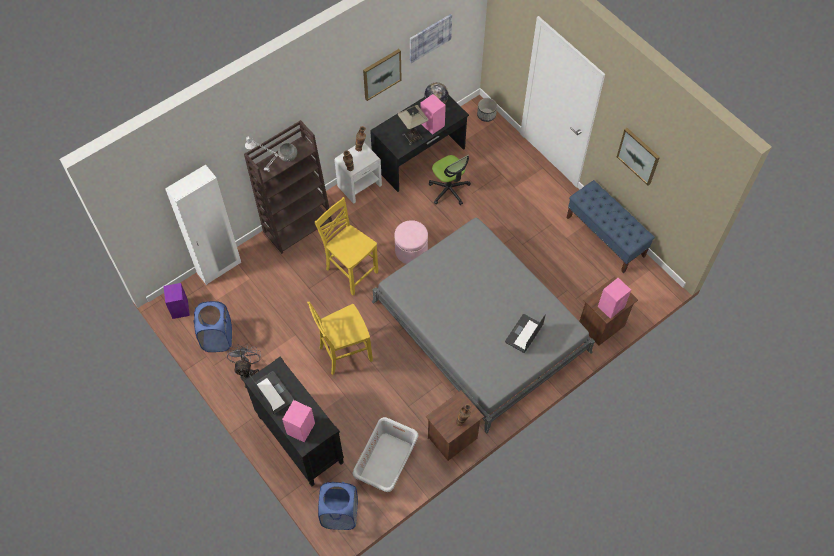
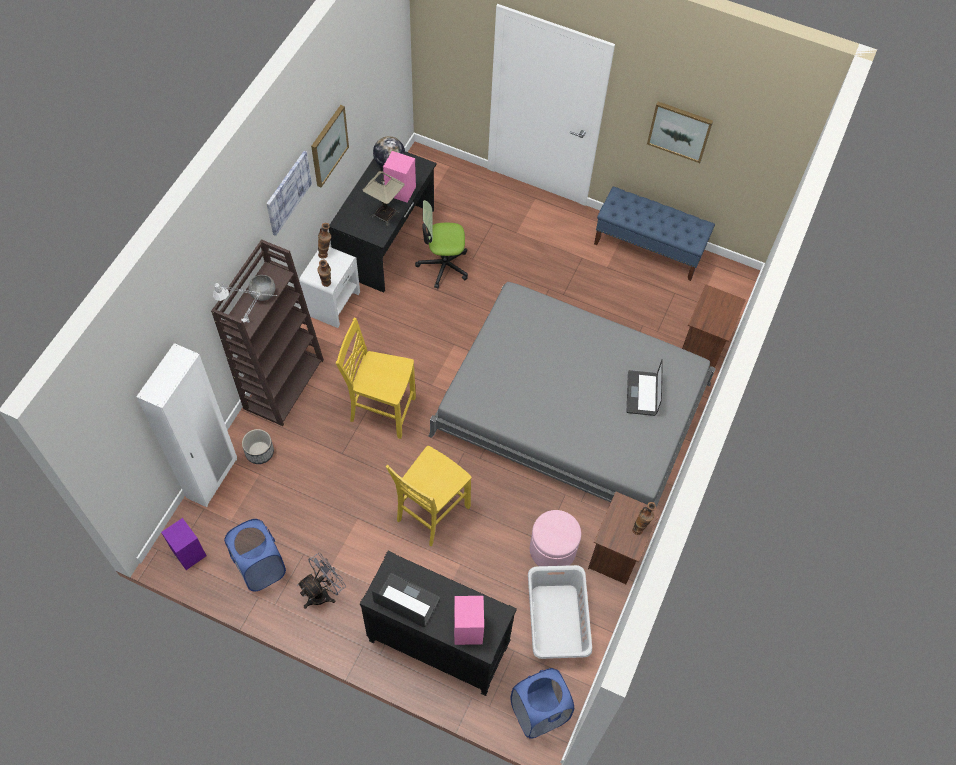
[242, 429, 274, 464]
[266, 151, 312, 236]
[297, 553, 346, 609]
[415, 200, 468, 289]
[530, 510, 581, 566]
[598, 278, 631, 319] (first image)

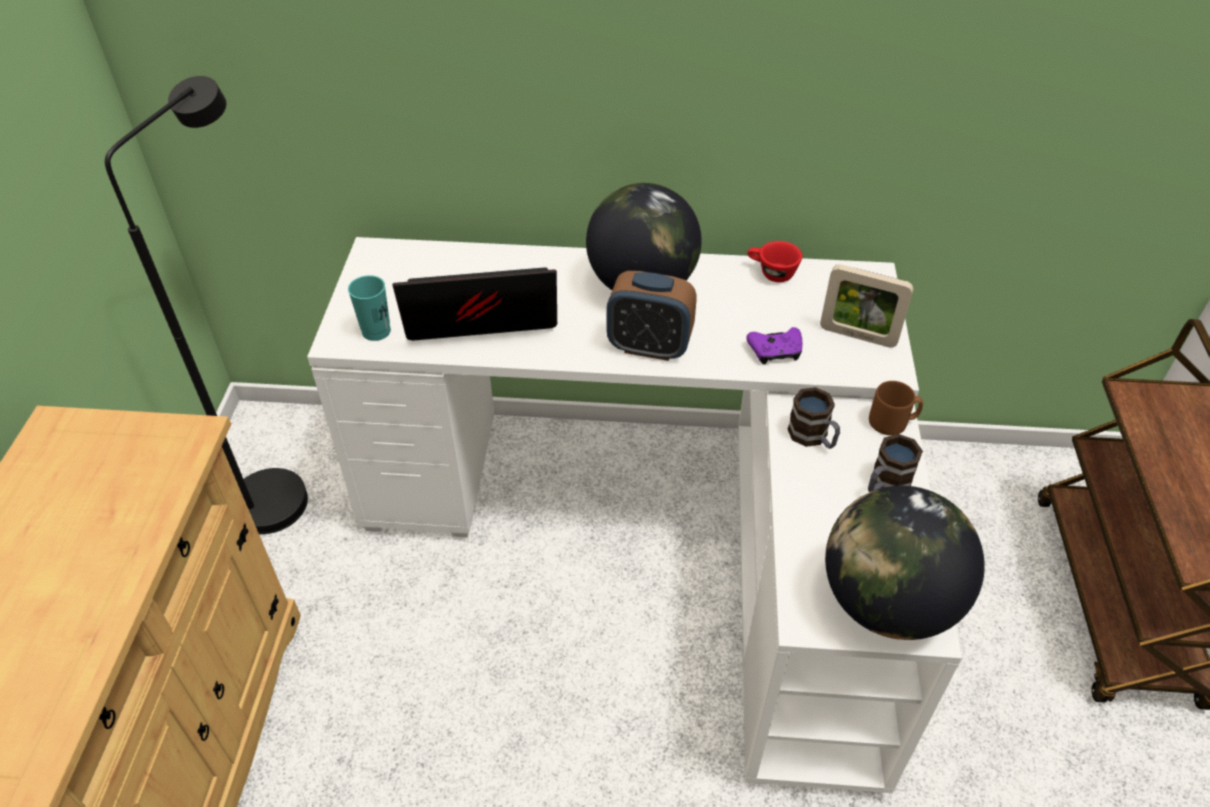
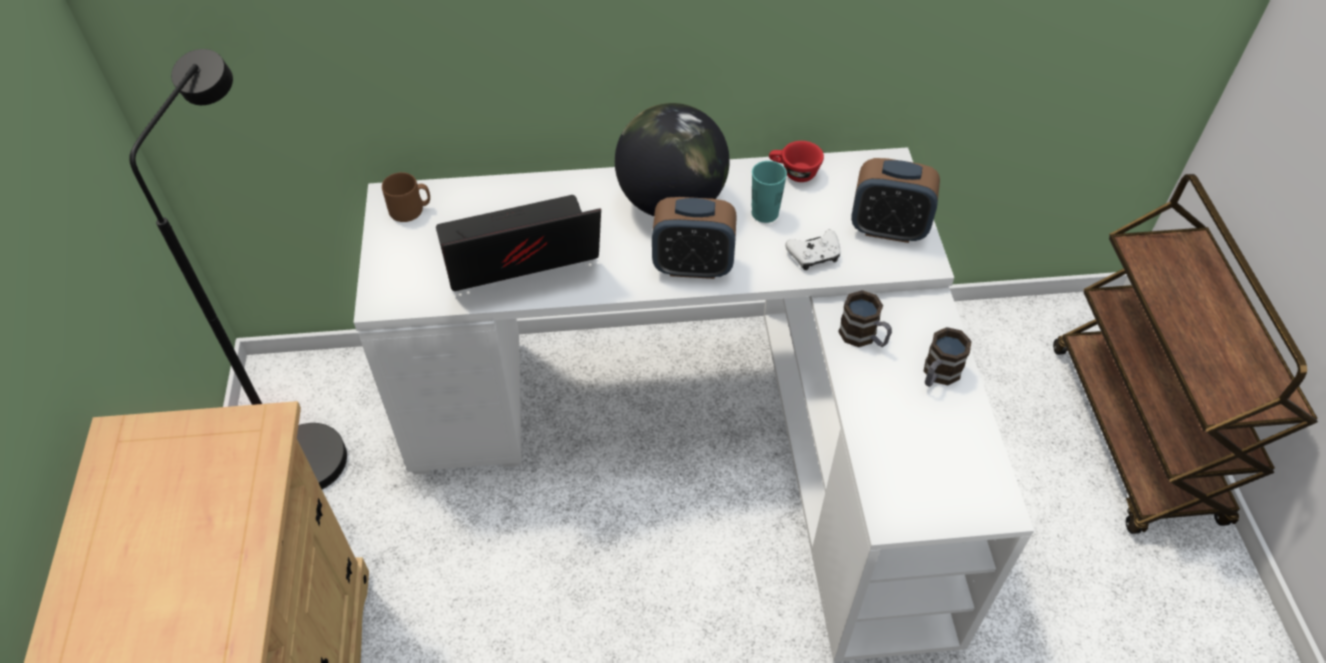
[382, 172, 430, 222]
[752, 161, 787, 223]
[785, 230, 841, 270]
[851, 158, 940, 243]
[825, 486, 985, 640] (first image)

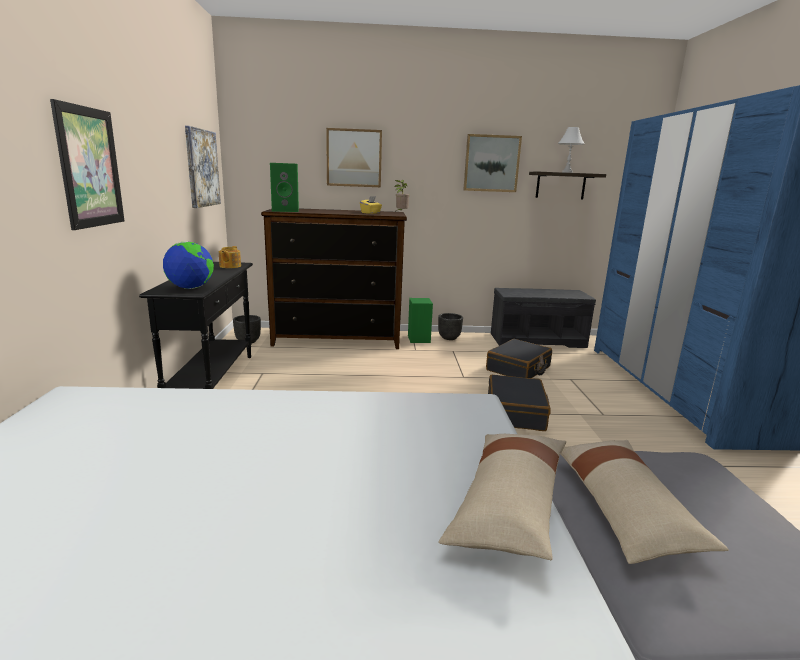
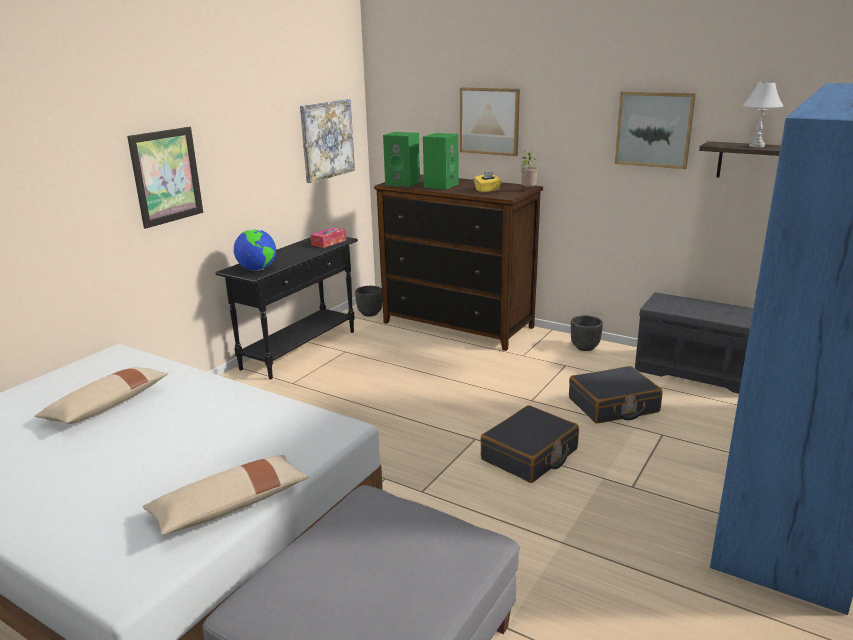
[34, 367, 169, 424]
[311, 227, 346, 248]
[423, 133, 459, 190]

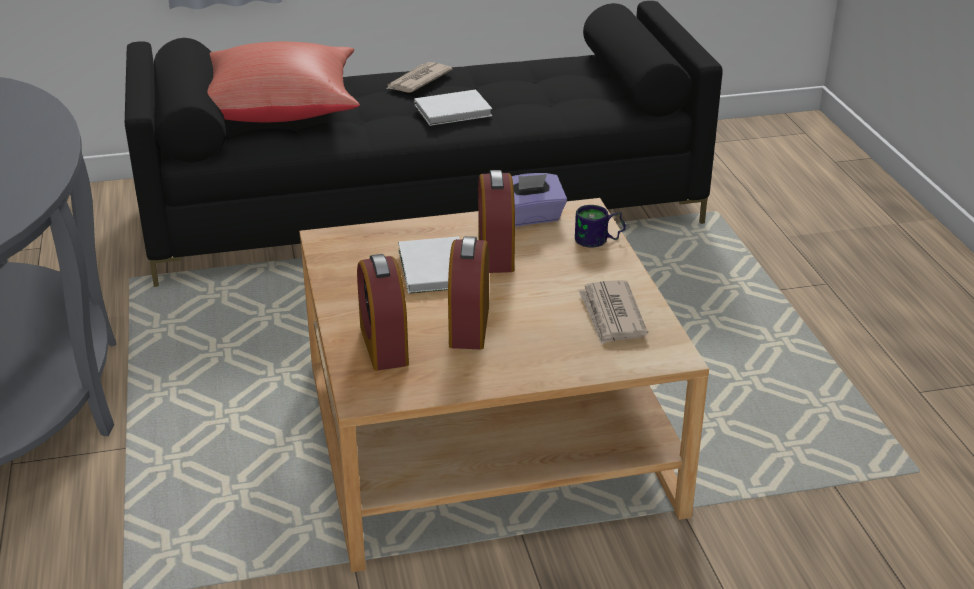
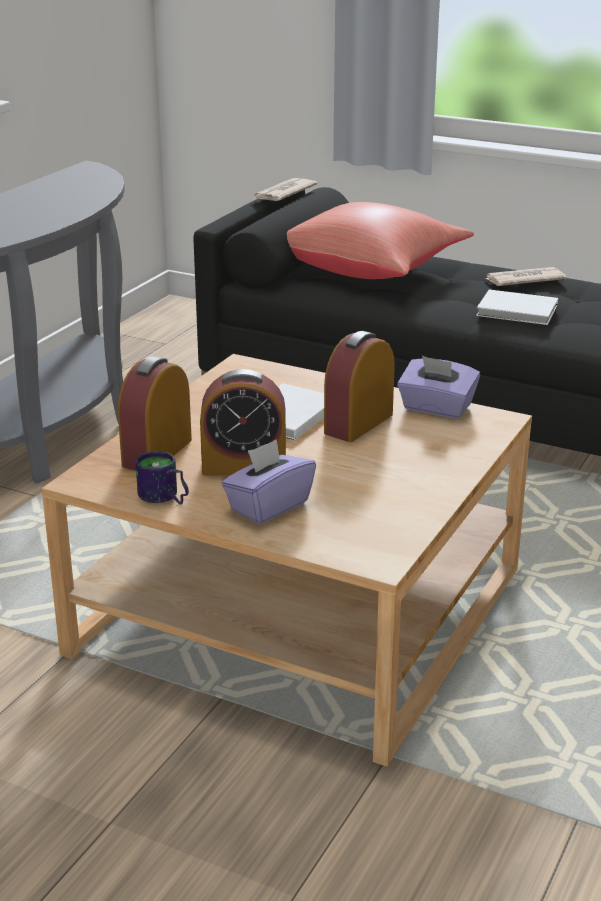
[136, 451, 189, 504]
[200, 369, 286, 475]
[221, 439, 316, 524]
[254, 178, 318, 201]

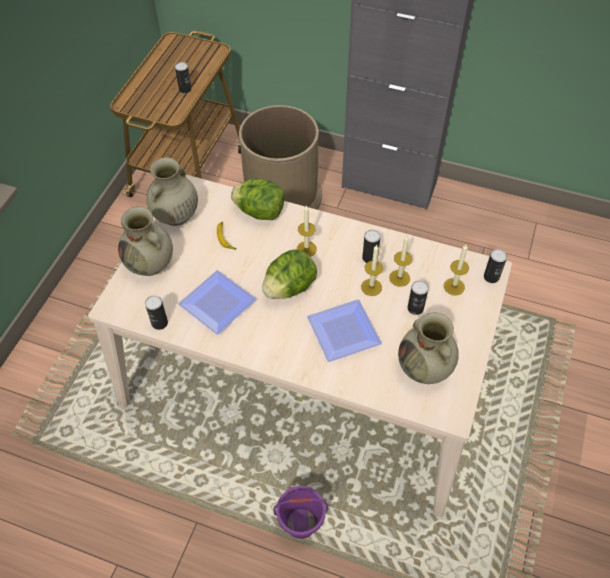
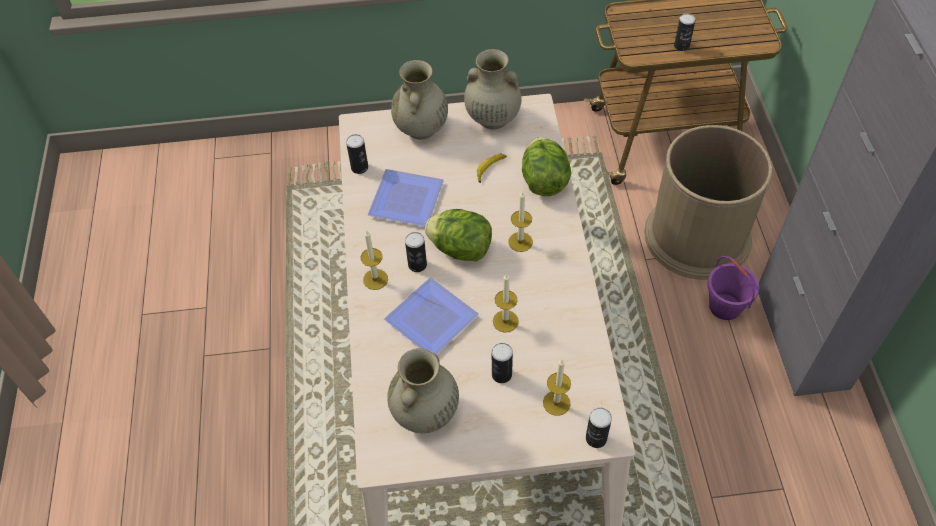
[361, 230, 388, 290]
[405, 232, 427, 272]
[707, 256, 759, 320]

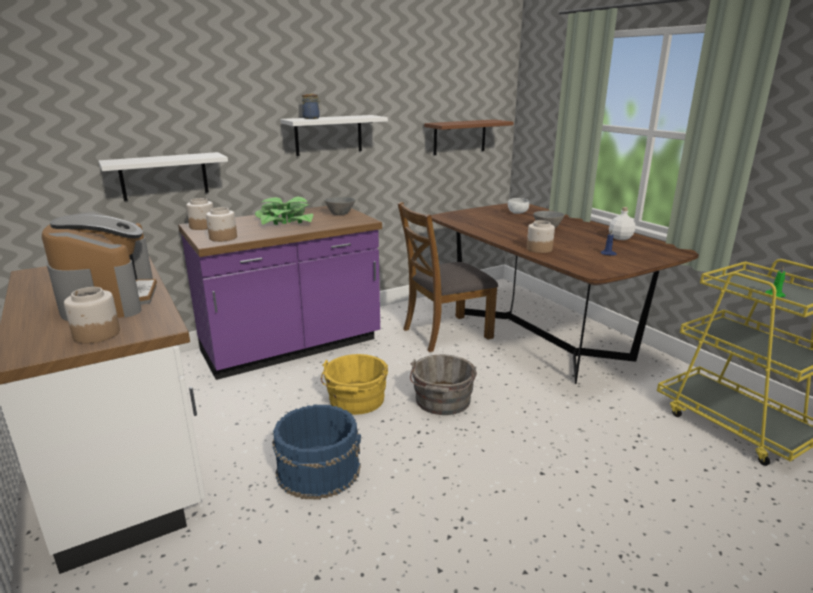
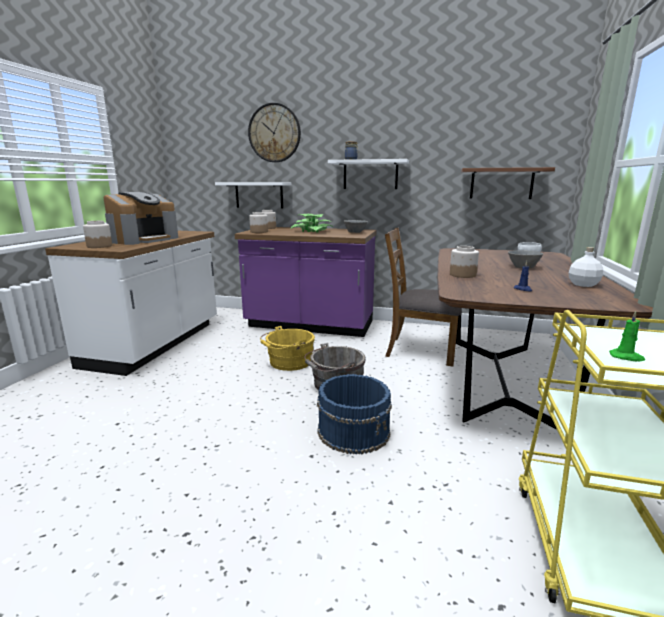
[248, 103, 301, 162]
[317, 374, 392, 454]

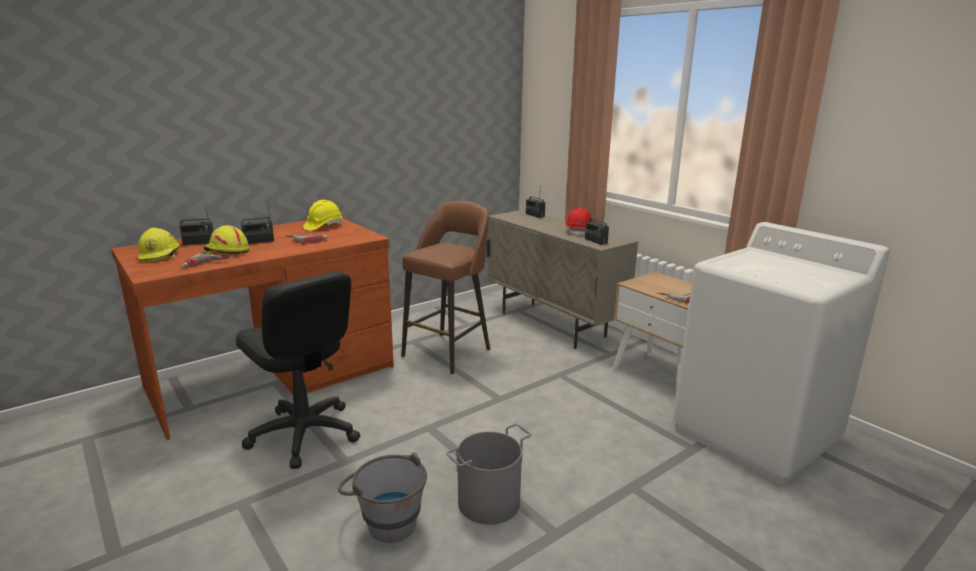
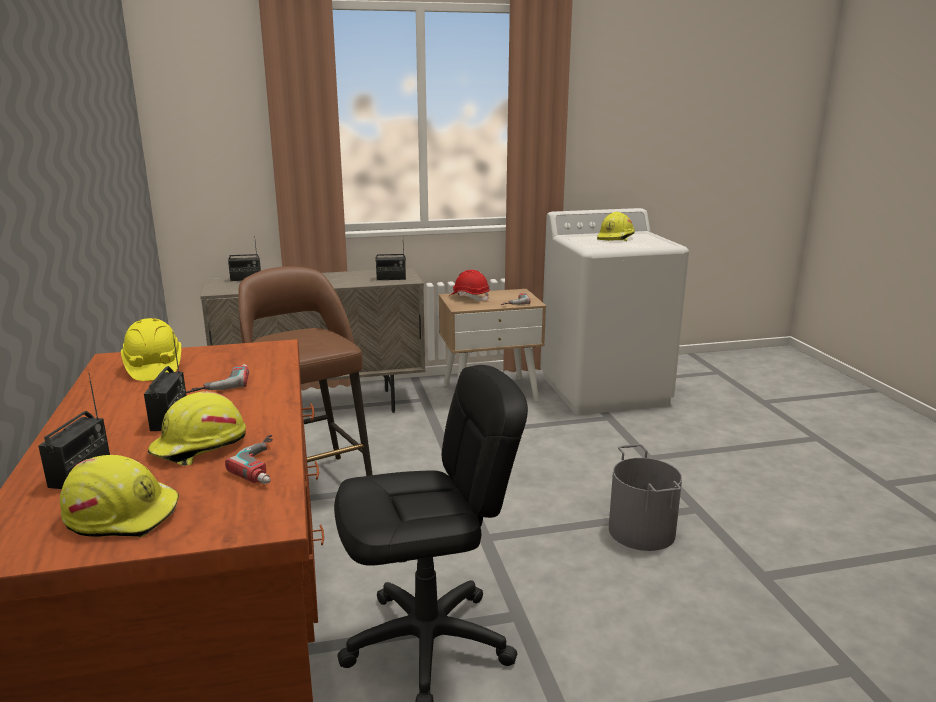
[449, 270, 490, 301]
[597, 212, 635, 241]
[338, 452, 427, 543] (first image)

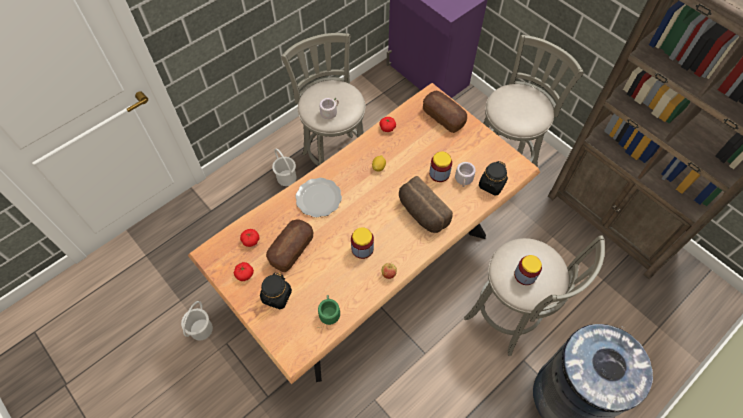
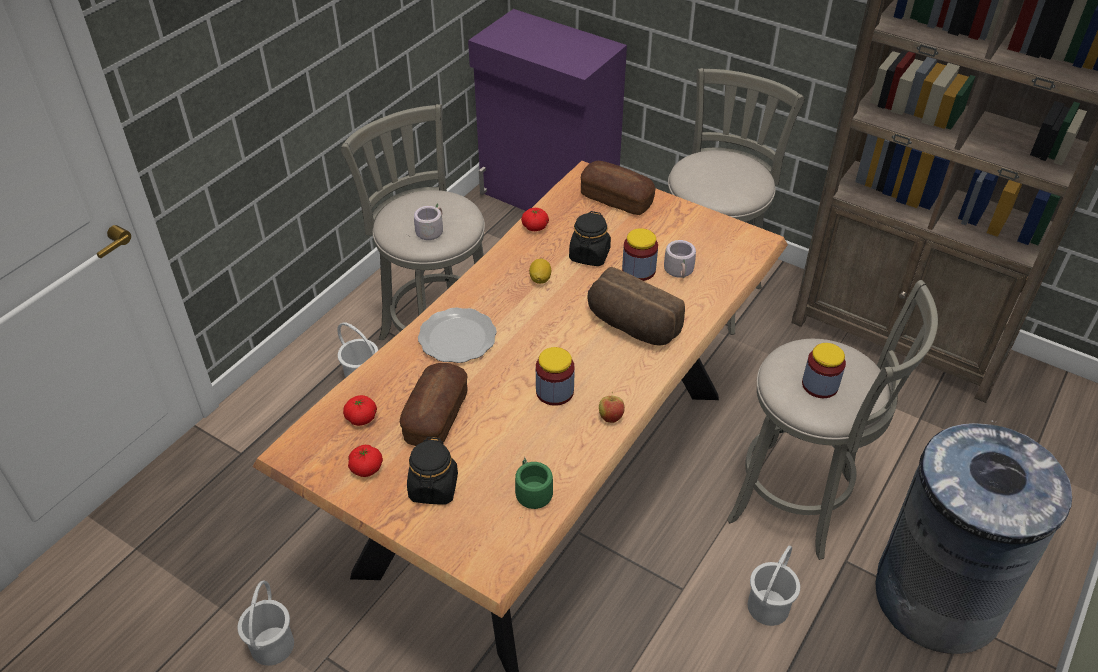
[569, 211, 611, 266]
[748, 546, 800, 626]

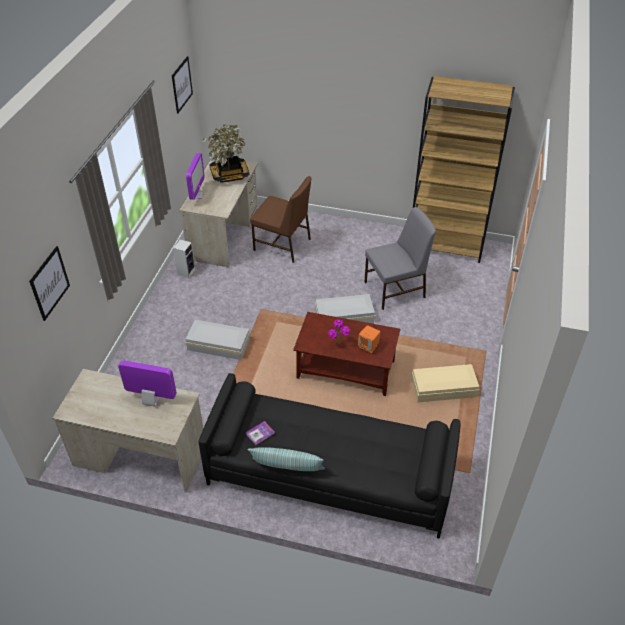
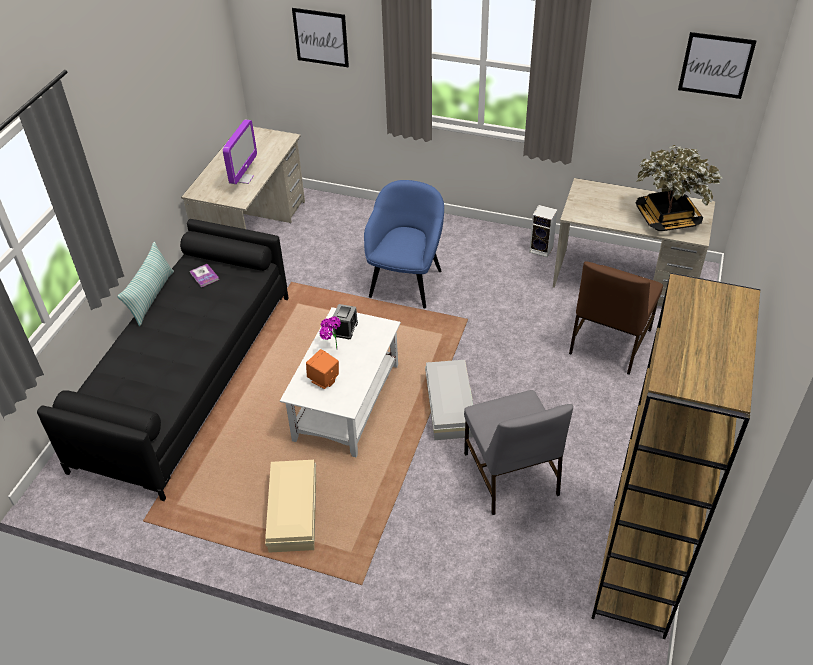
[280, 307, 401, 457]
[333, 304, 358, 339]
[364, 180, 444, 309]
[186, 153, 205, 200] (first image)

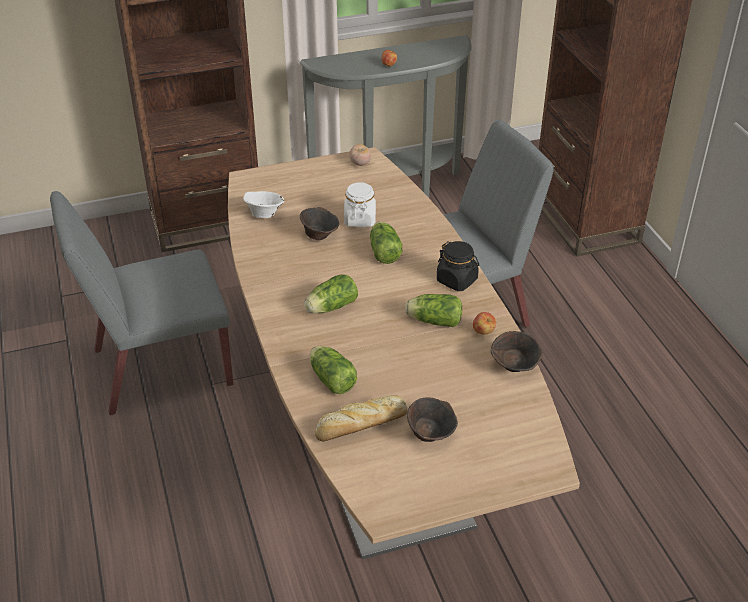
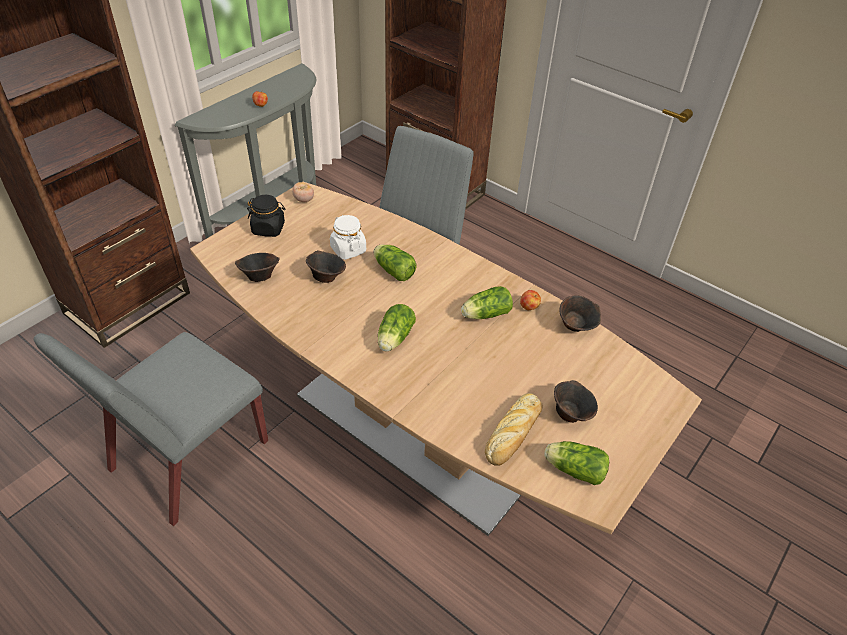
[235, 253, 280, 282]
[247, 195, 285, 237]
[544, 441, 609, 485]

